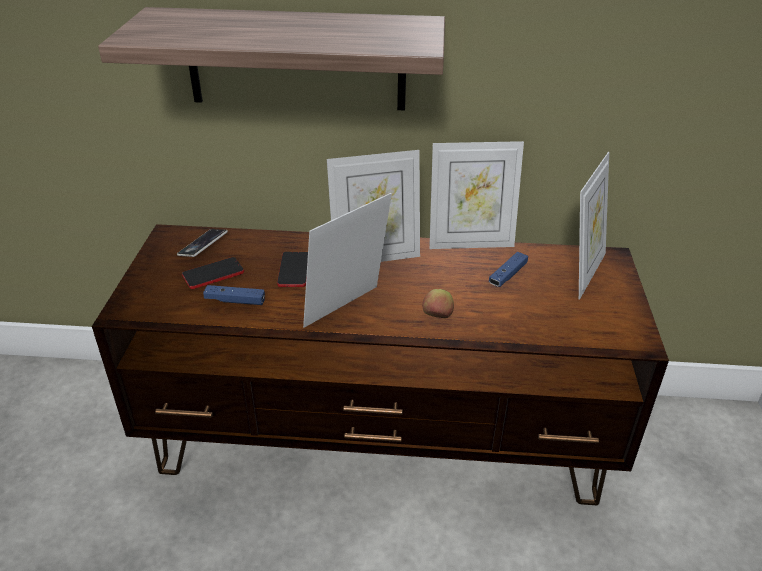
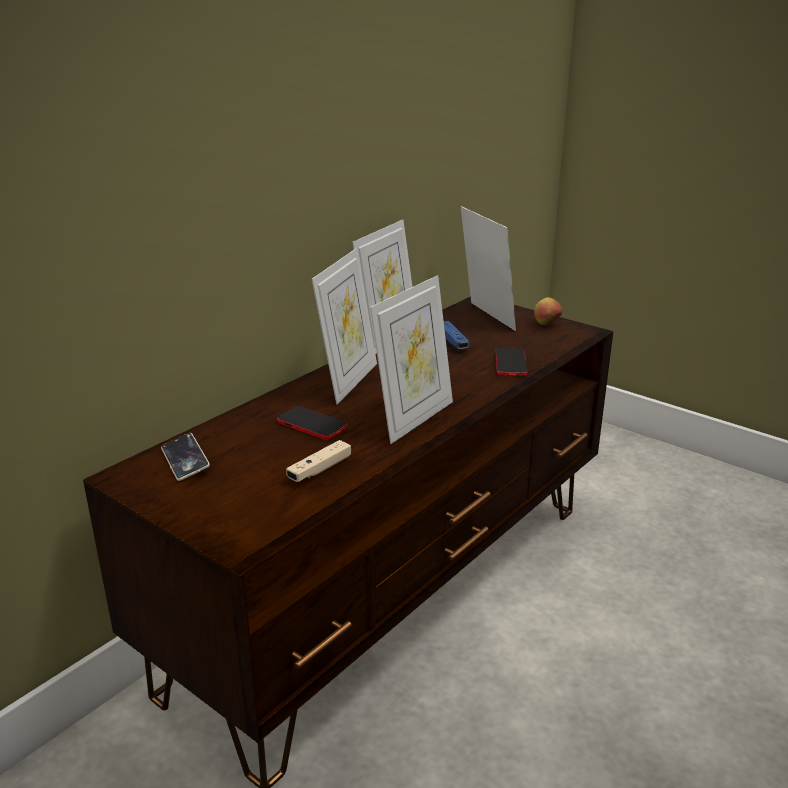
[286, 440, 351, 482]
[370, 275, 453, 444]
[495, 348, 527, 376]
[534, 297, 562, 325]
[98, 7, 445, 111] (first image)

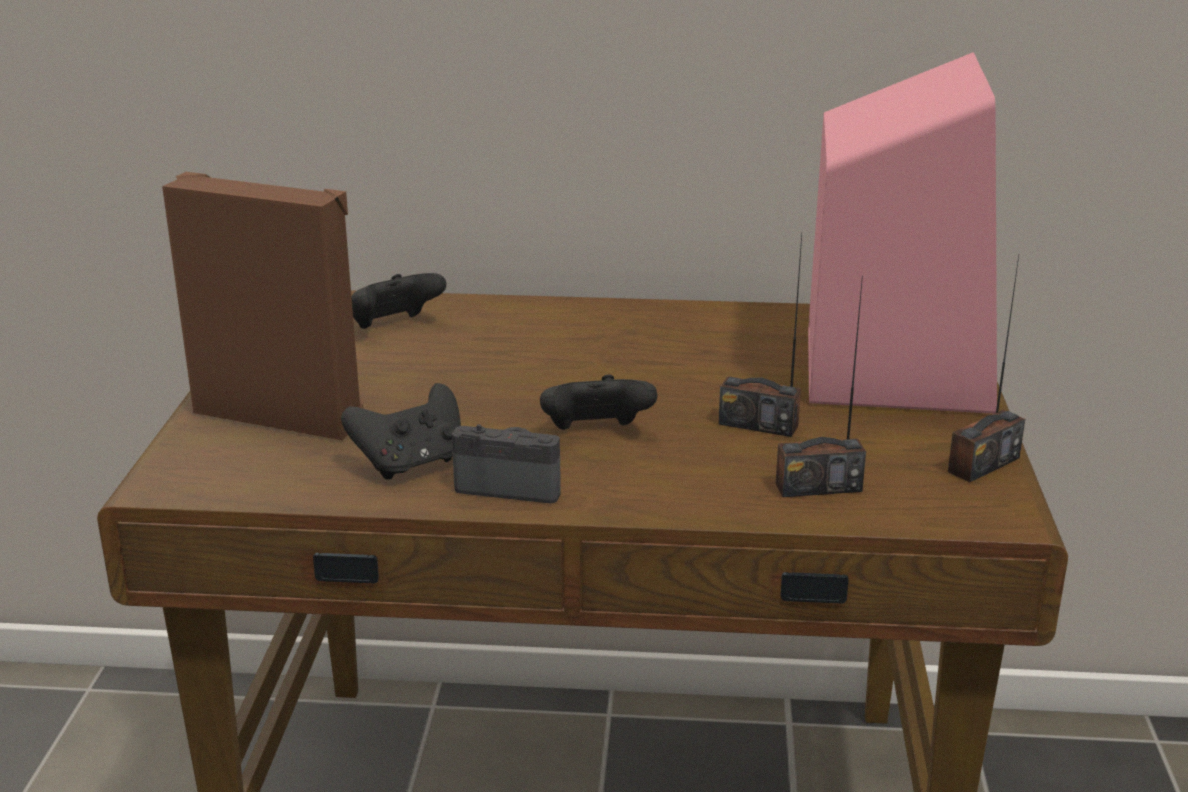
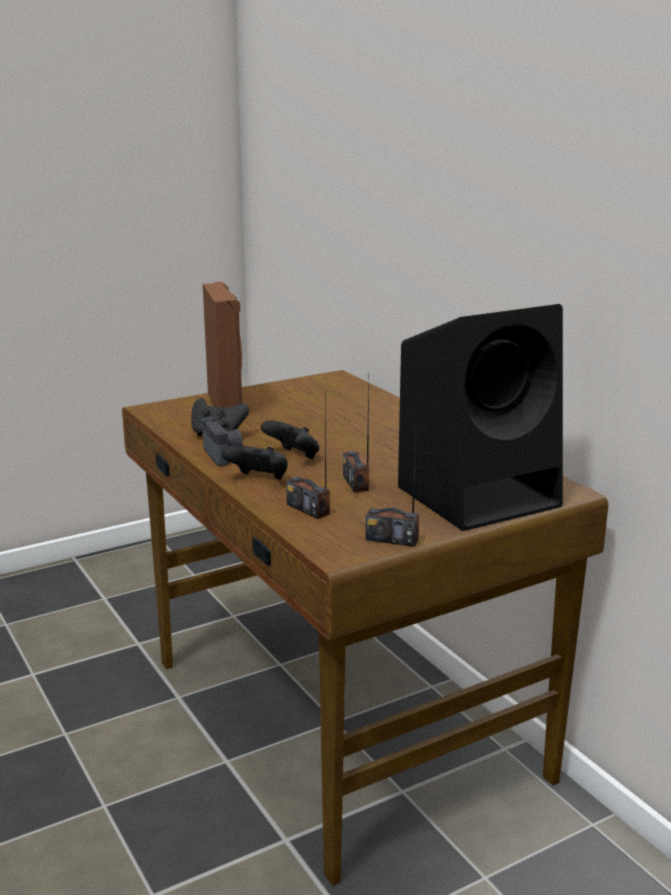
[222, 446, 288, 479]
[398, 304, 563, 531]

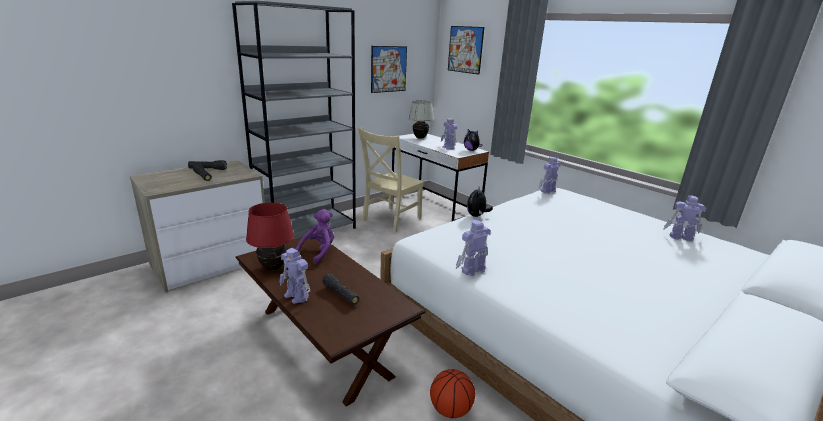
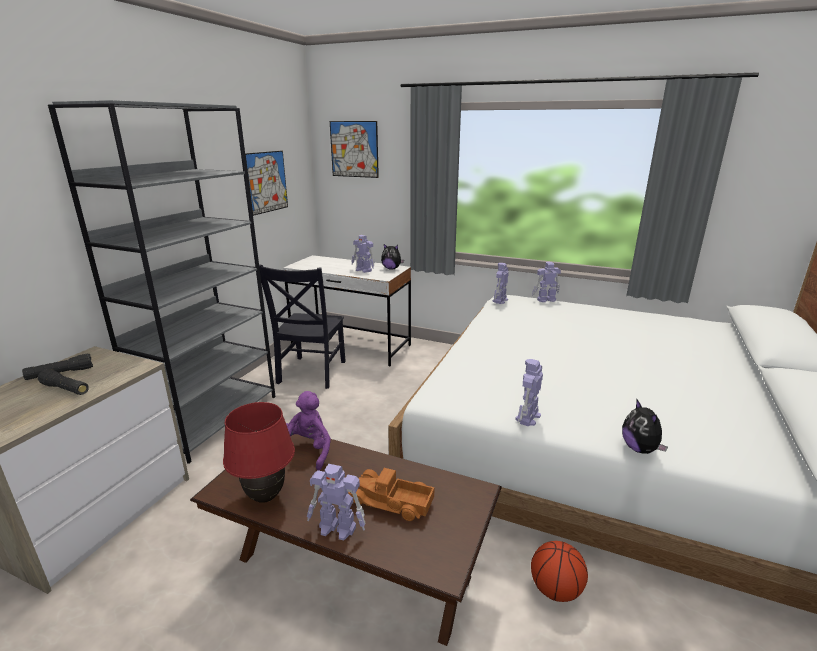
[259, 264, 346, 389]
[348, 468, 435, 521]
[532, 262, 561, 302]
[622, 400, 668, 454]
[409, 100, 434, 139] (first image)

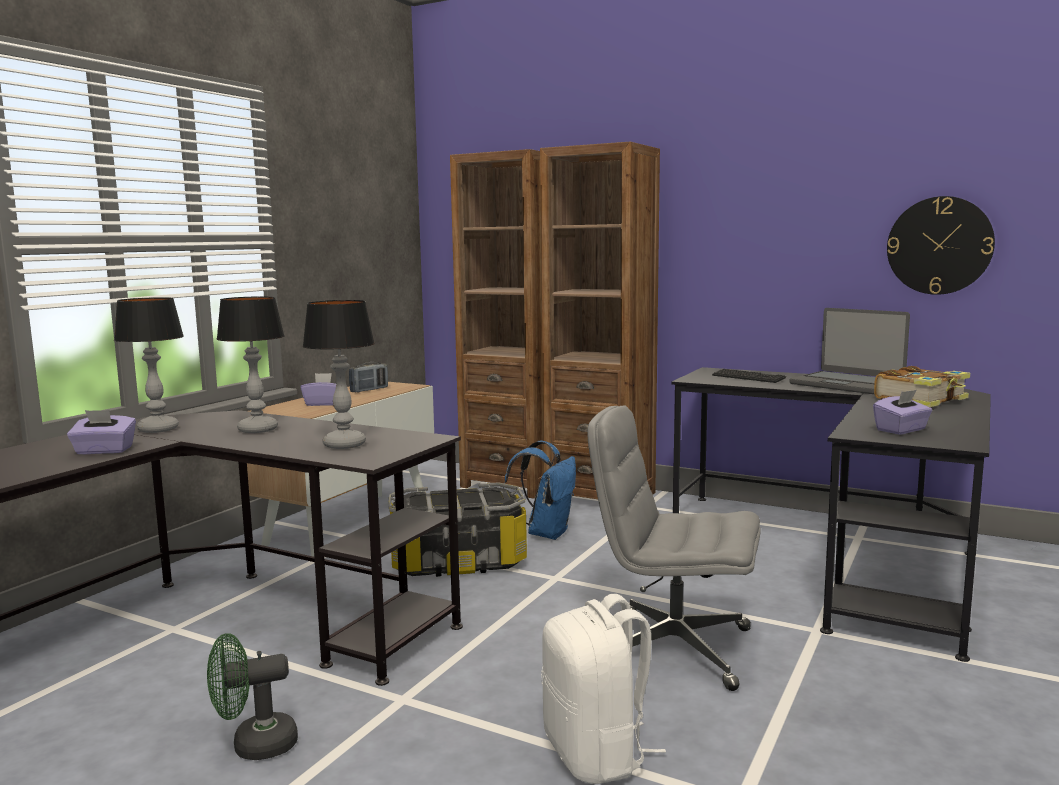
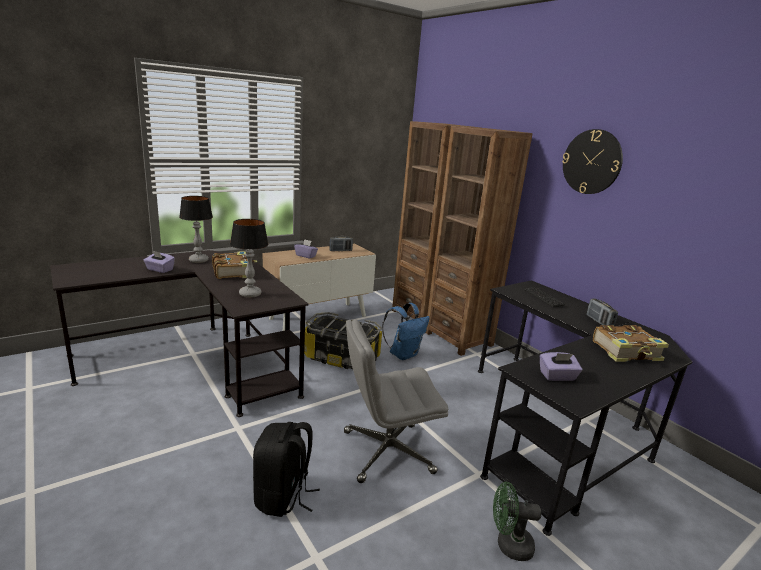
[212, 251, 257, 279]
[253, 422, 320, 517]
[344, 319, 448, 483]
[493, 482, 541, 561]
[562, 129, 623, 194]
[586, 299, 618, 326]

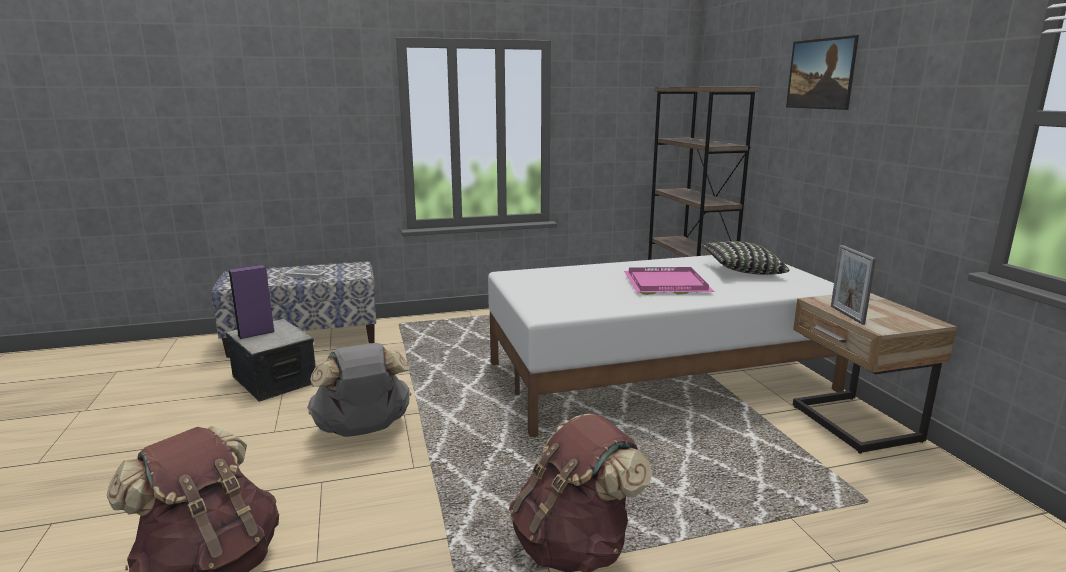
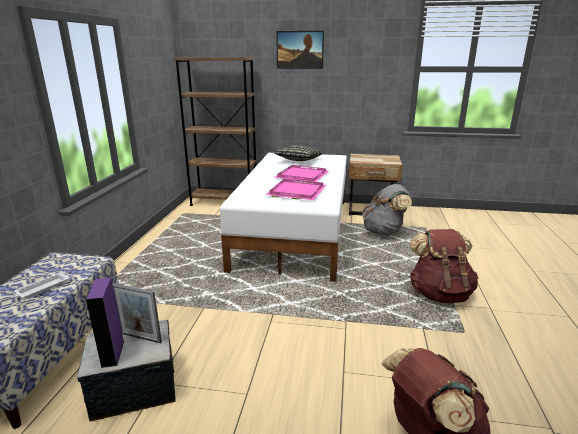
[112, 283, 162, 343]
[266, 179, 326, 200]
[362, 184, 412, 236]

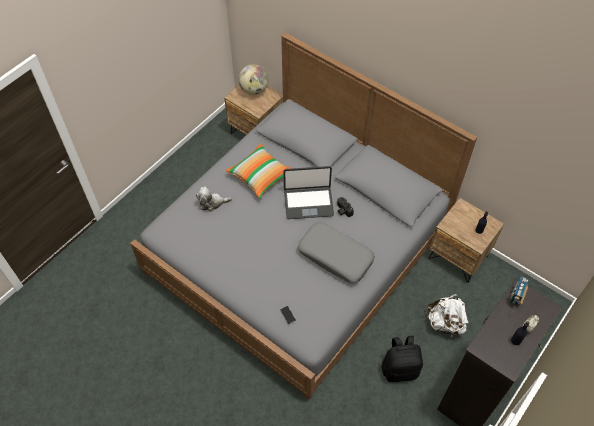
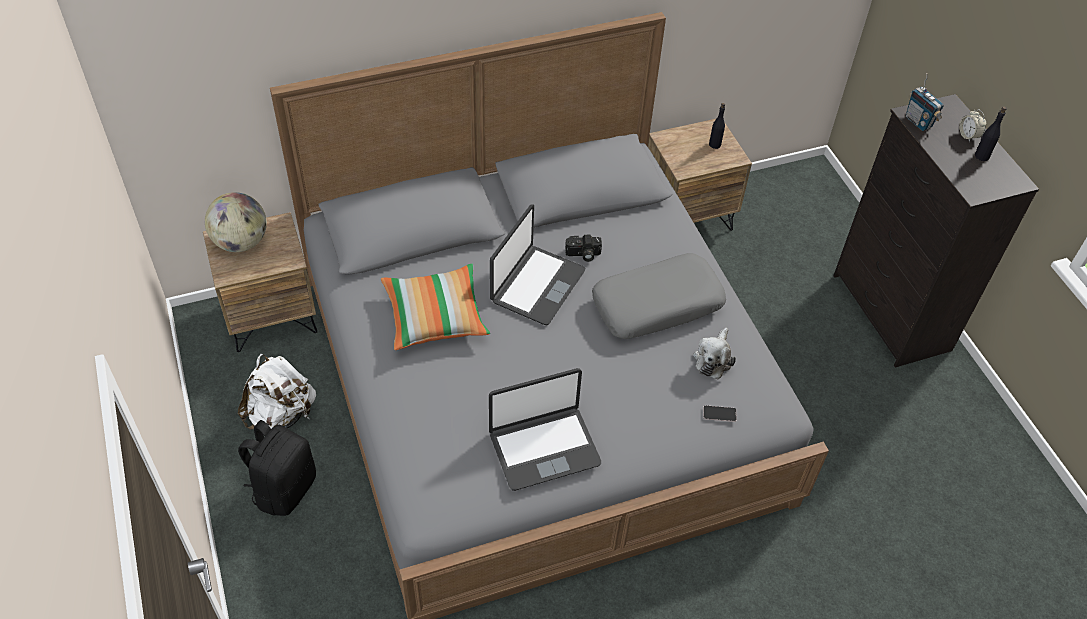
[238, 354, 316, 430]
[238, 420, 316, 516]
[489, 368, 601, 491]
[693, 328, 736, 379]

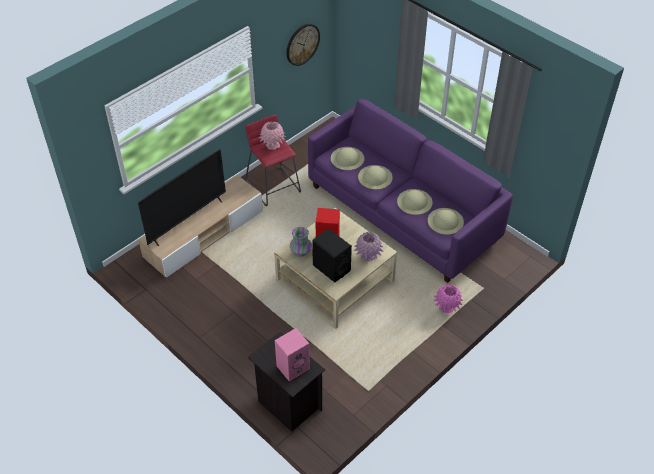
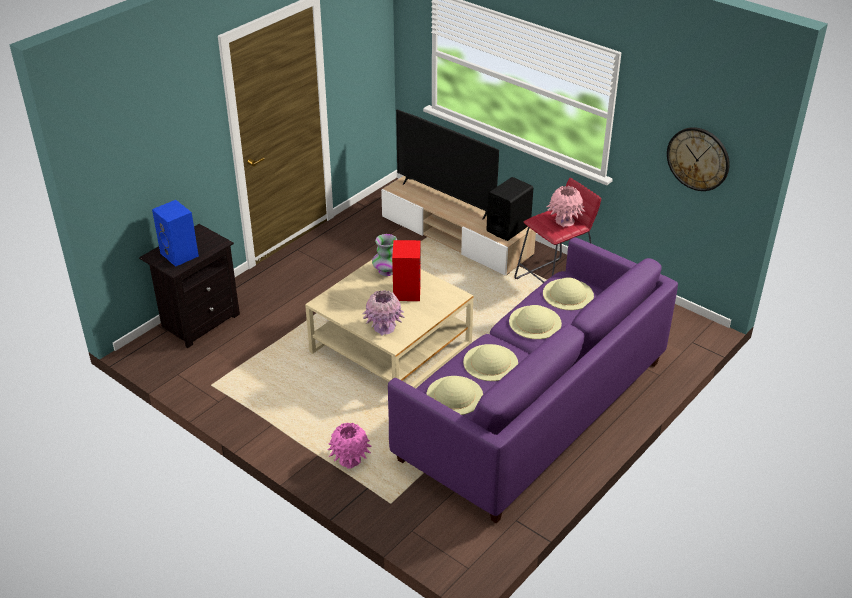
[152, 200, 199, 267]
[487, 177, 533, 241]

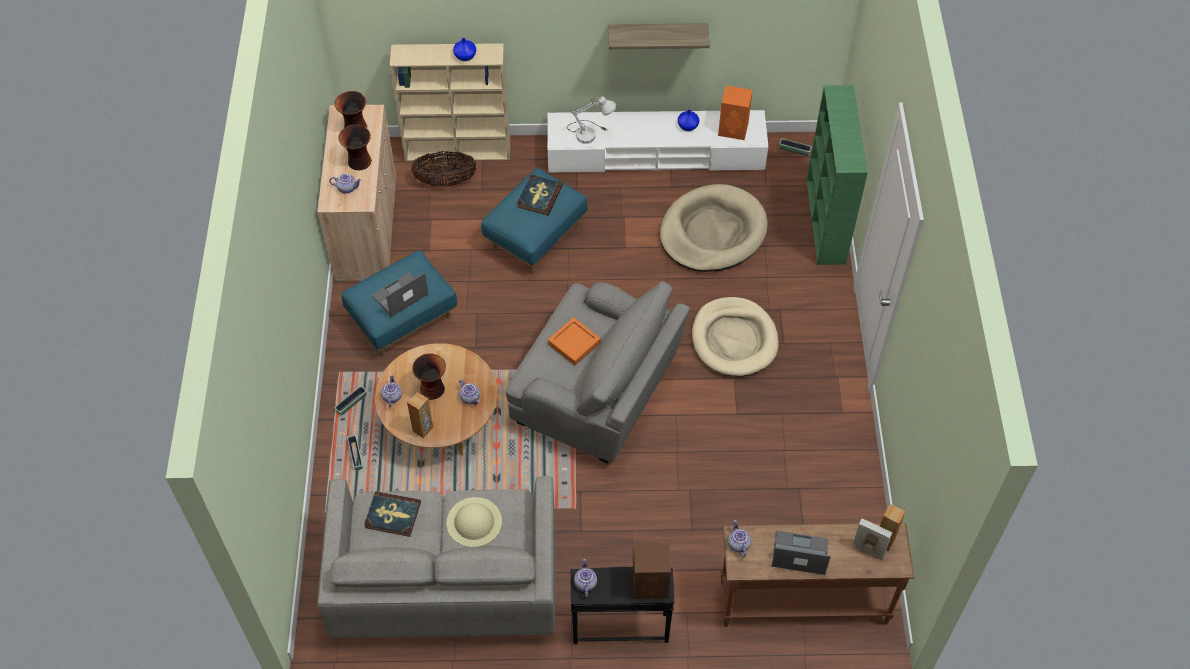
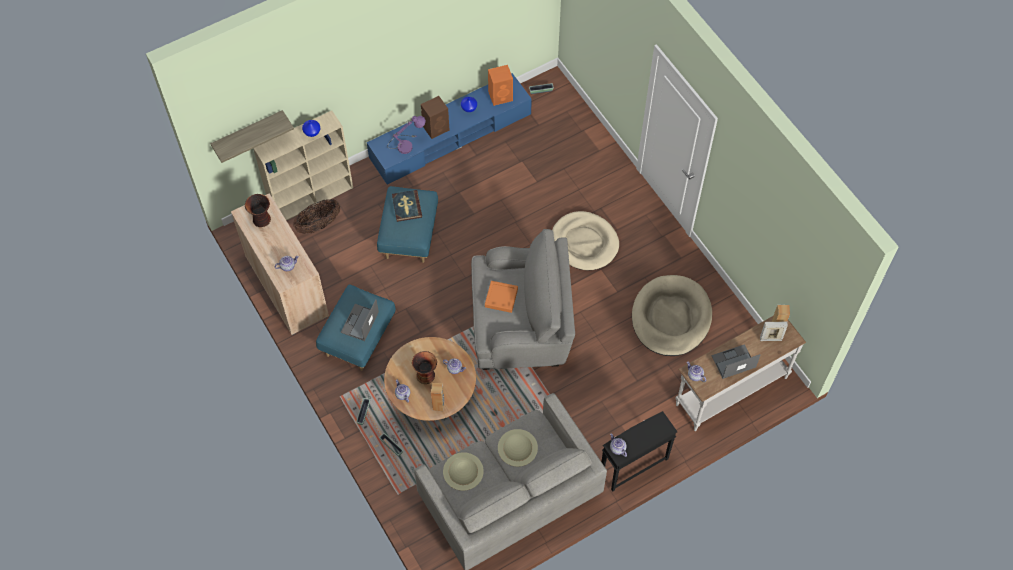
[210, 110, 294, 163]
[367, 73, 532, 184]
[387, 116, 426, 154]
[421, 96, 449, 139]
[443, 452, 484, 491]
[632, 275, 712, 356]
[675, 316, 806, 431]
[338, 125, 372, 170] (first image)
[806, 85, 868, 265] (first image)

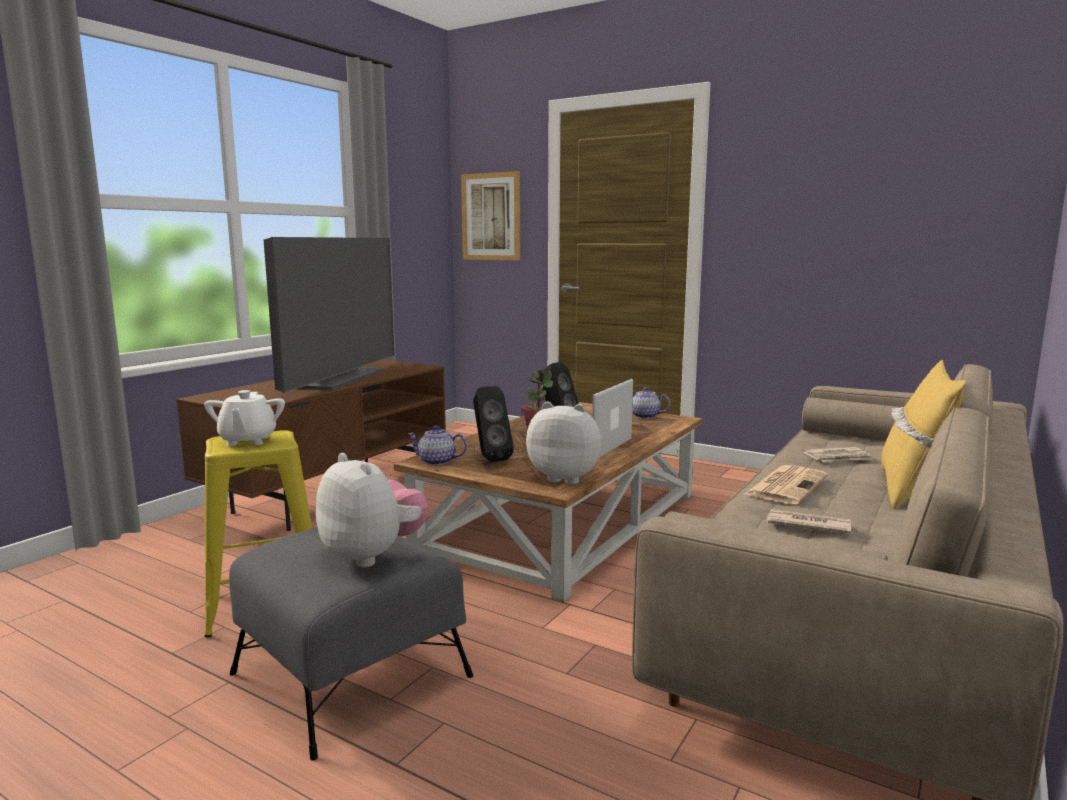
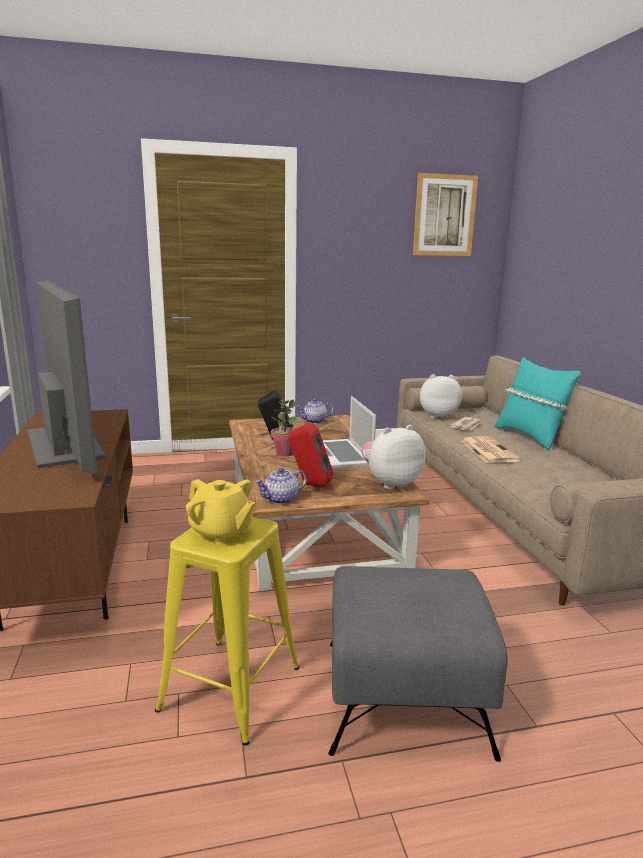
[186, 479, 255, 545]
[288, 422, 333, 487]
[413, 173, 478, 256]
[420, 374, 462, 419]
[494, 357, 581, 450]
[767, 509, 851, 534] (first image)

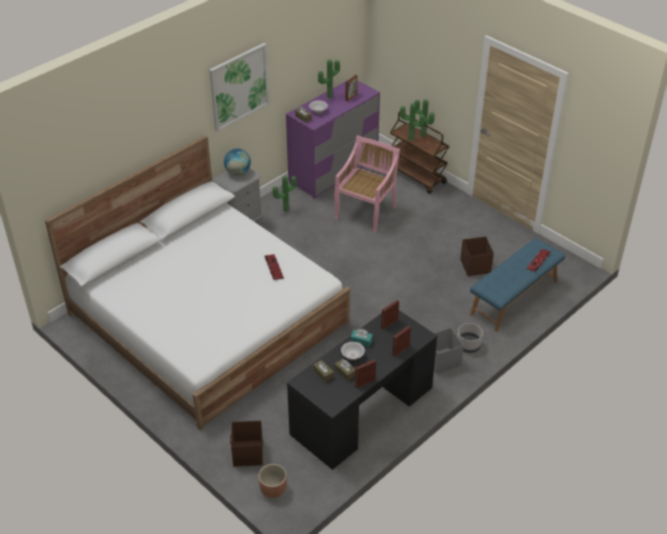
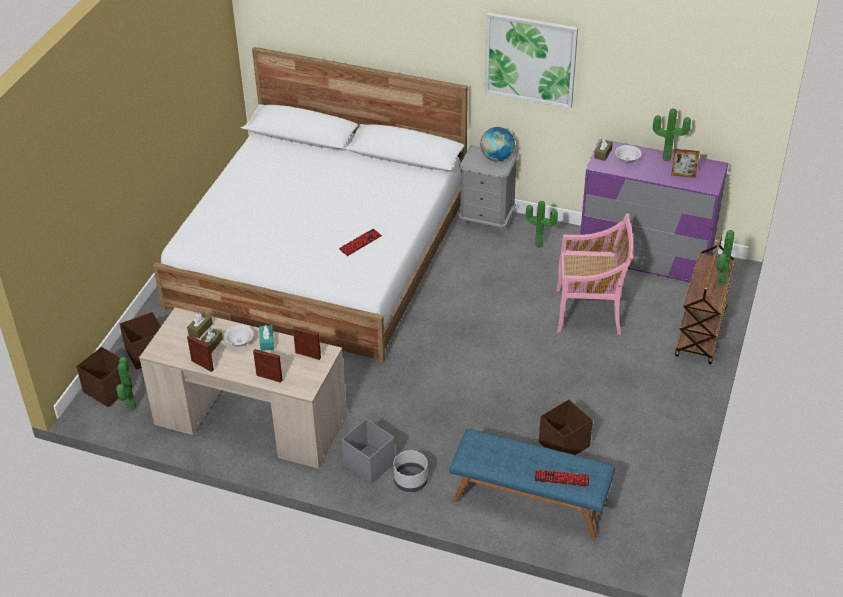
[76, 347, 132, 407]
[116, 357, 136, 412]
[139, 308, 347, 469]

